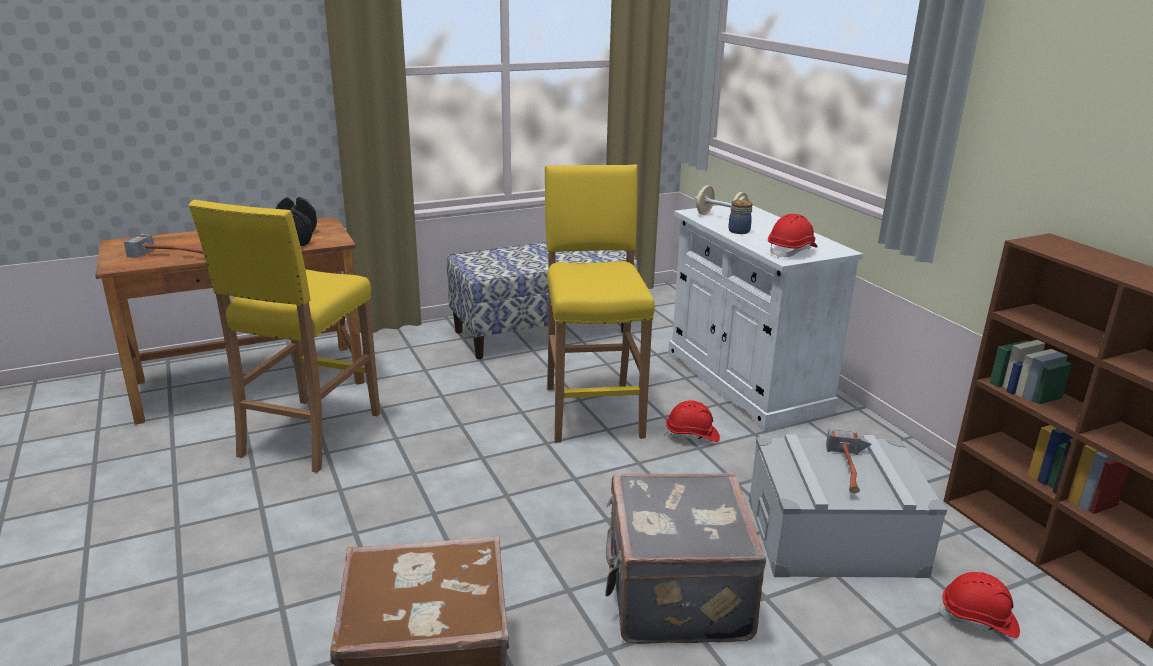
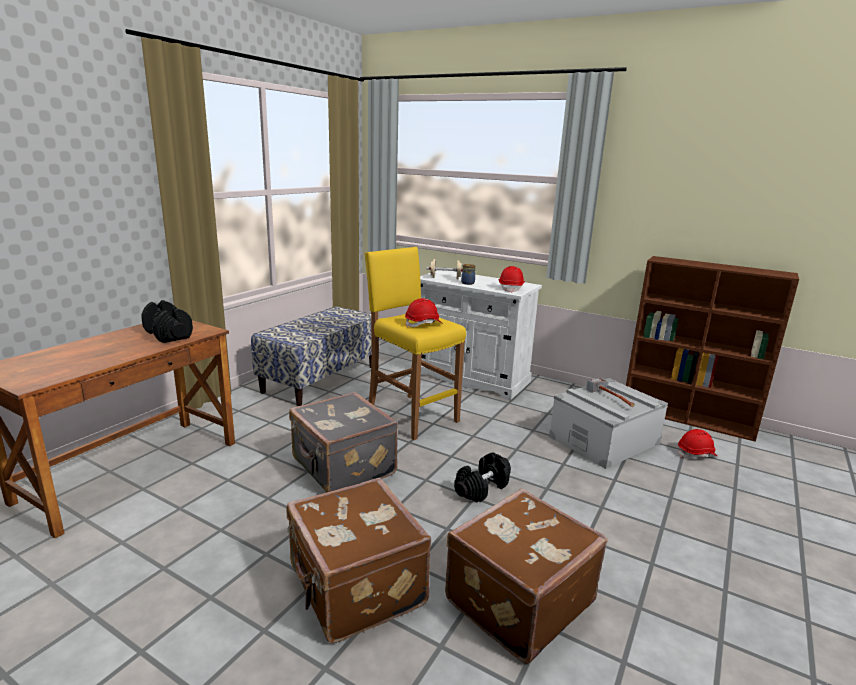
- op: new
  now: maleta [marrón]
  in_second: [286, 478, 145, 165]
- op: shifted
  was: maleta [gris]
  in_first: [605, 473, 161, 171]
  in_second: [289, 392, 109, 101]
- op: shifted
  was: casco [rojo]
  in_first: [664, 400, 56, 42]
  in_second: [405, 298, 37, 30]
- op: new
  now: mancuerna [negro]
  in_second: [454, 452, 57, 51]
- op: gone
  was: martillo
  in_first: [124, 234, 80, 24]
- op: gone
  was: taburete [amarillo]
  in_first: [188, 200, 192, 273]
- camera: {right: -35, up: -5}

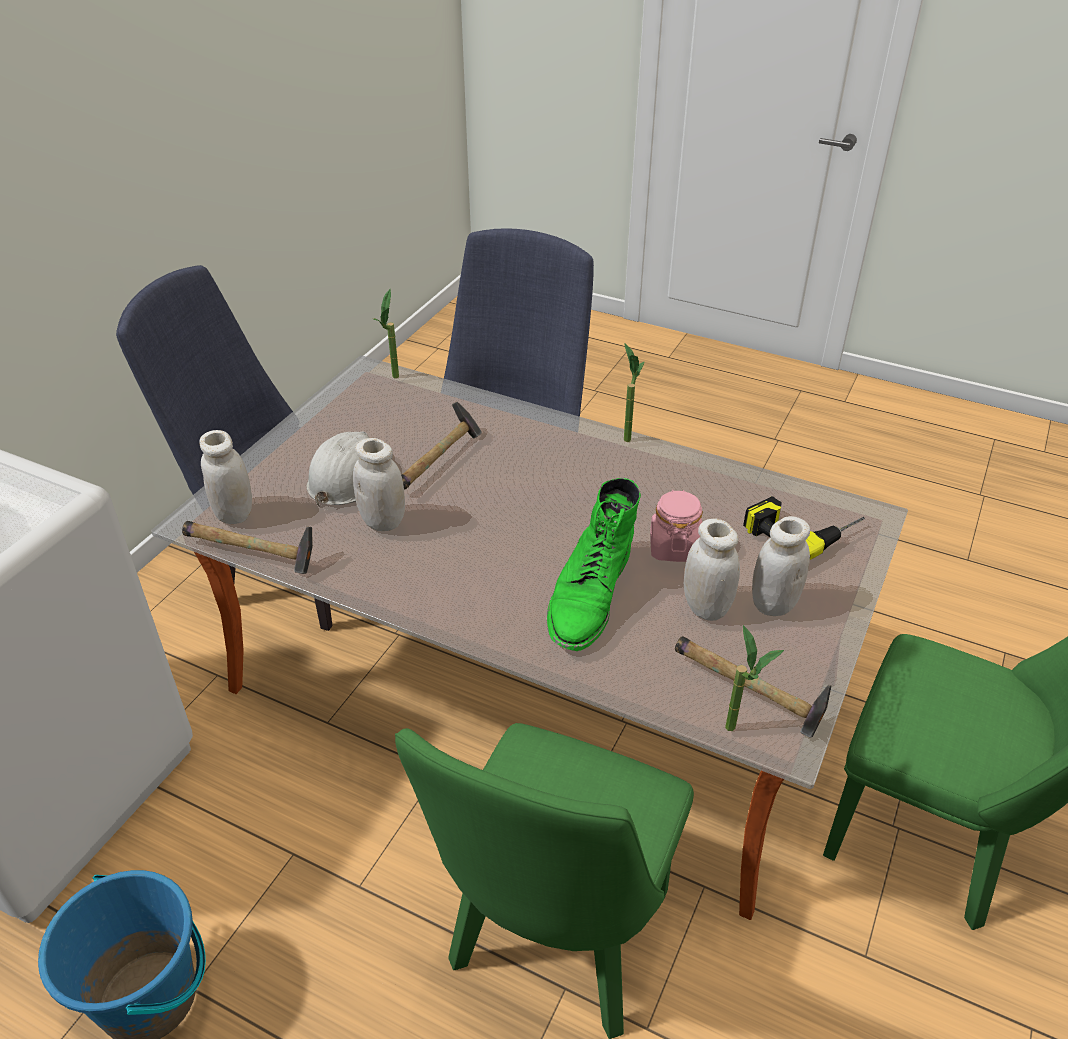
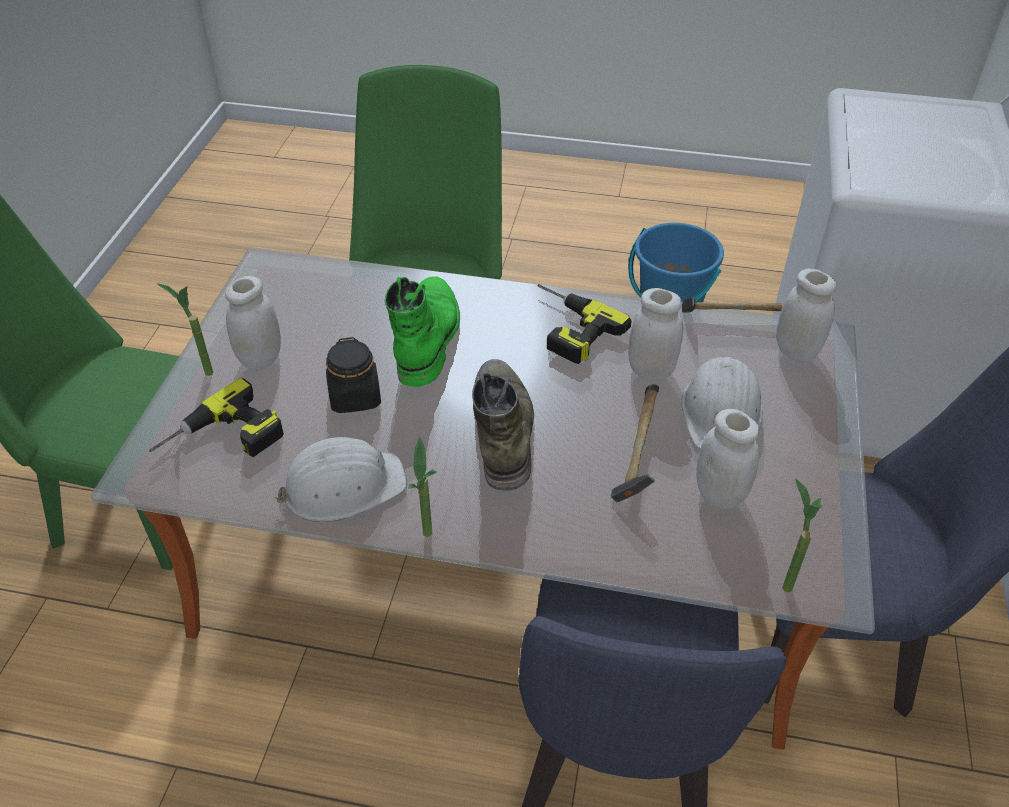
- op: shifted
  was: planta en maceta
  in_first: [725, 625, 59, 106]
  in_second: [156, 283, 57, 93]
- op: new
  now: casco [blanco]
  in_second: [275, 437, 132, 85]
- op: repainted
  was: tarro [rosa]
  now: tarro [negro]
  in_first: [650, 490, 53, 72]
  in_second: [326, 337, 55, 76]
- op: new
  now: bota [verde]
  in_second: [472, 359, 62, 132]
- op: new
  now: taladro
  in_second: [538, 284, 94, 80]
- op: shifted
  was: tarro [blanco]
  in_first: [684, 518, 56, 103]
  in_second: [696, 409, 63, 100]
- op: gone
  was: martillo
  in_first: [675, 636, 157, 102]
- camera: {right: 165, up: 5}

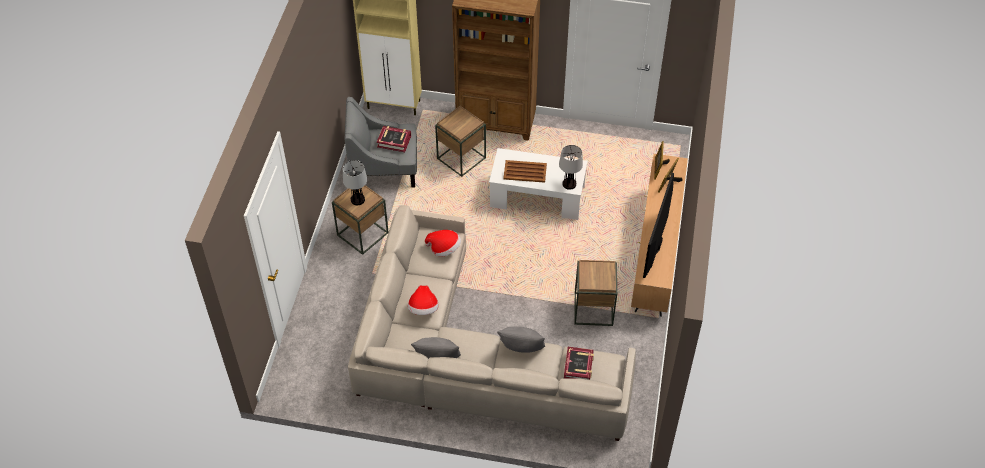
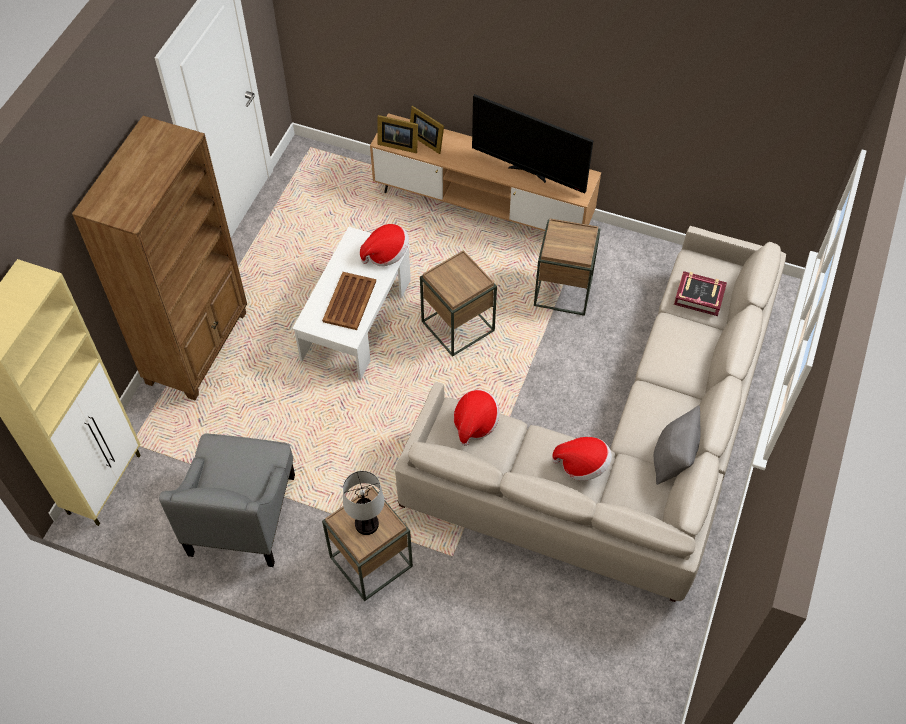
- op: swapped
  was: lámpara de mesa
  now: sombrero
  in_first: [559, 145, 24, 45]
  in_second: [360, 224, 49, 42]
- op: shifted
  was: mesa auxiliar [marrón]
  in_first: [435, 106, 51, 71]
  in_second: [420, 250, 77, 107]
- op: gone
  was: libro
  in_first: [377, 126, 34, 26]
- op: gone
  was: cojín [gris]
  in_first: [497, 327, 48, 26]
- camera: {right: -80, up: 5}

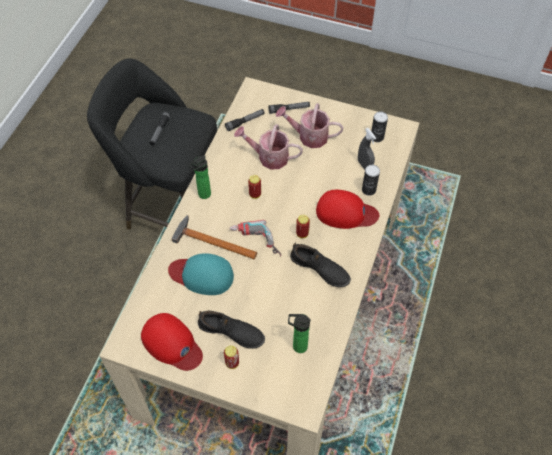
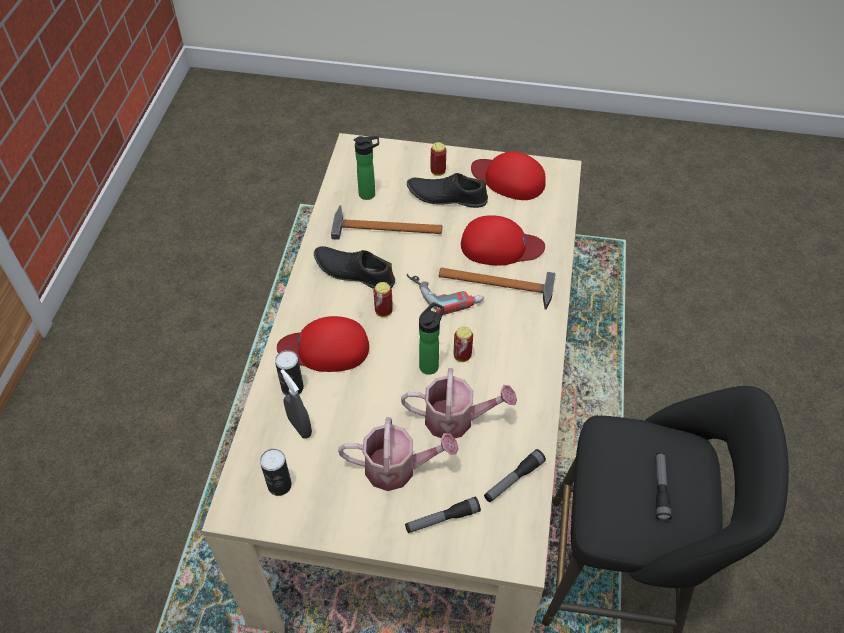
- op: new
  now: martillo
  in_second: [331, 205, 111, 35]
- op: shifted
  was: botella
  in_first: [188, 155, 23, 44]
  in_second: [419, 302, 25, 73]
- op: repainted
  was: gorra [turquesa]
  now: gorra [rojo]
  in_first: [168, 253, 66, 42]
  in_second: [461, 215, 84, 50]
- camera: {right: 170, up: -5}

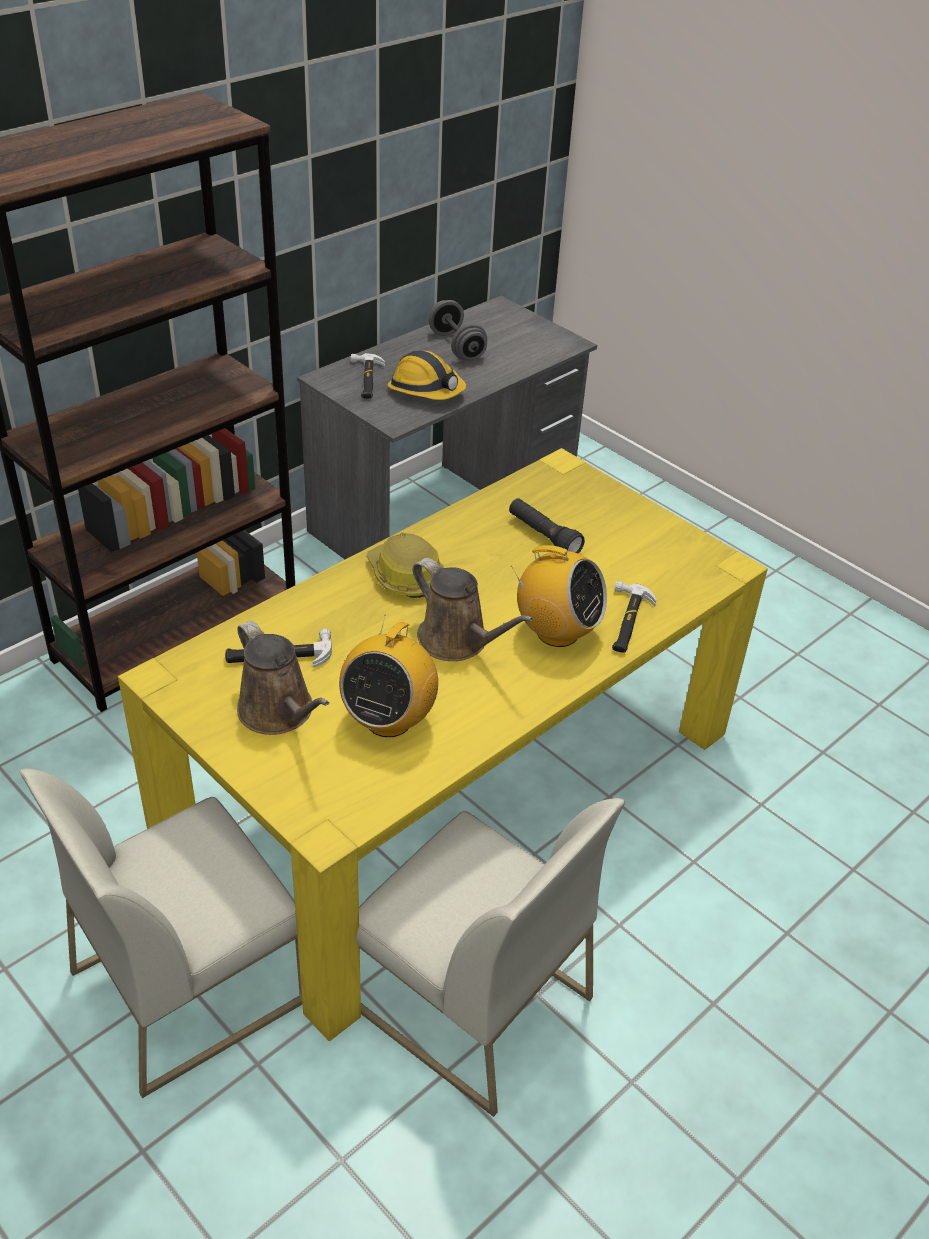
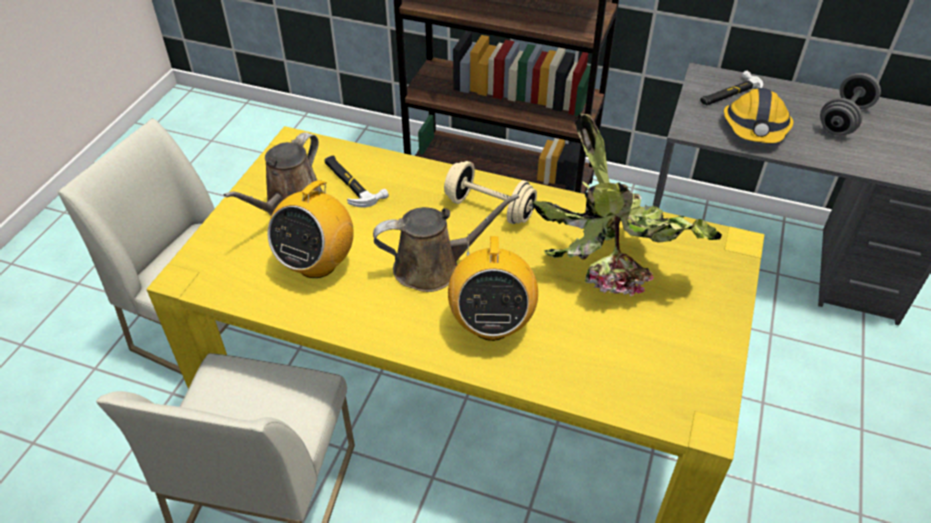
- op: rotated
  was: radio
  in_first: [339, 615, 99, 122]
  in_second: [267, 174, 87, 104]
  clockwise: -60
- op: rotated
  was: regadera [marrón]
  in_first: [412, 558, 121, 103]
  in_second: [373, 194, 146, 98]
  clockwise: -120
- op: swapped
  was: casco
  now: mancuerna [beis]
  in_first: [366, 533, 78, 65]
  in_second: [444, 161, 93, 63]
- op: swapped
  was: linterna [negro]
  now: planta en maceta
  in_first: [509, 498, 76, 55]
  in_second: [533, 114, 189, 182]
- op: gone
  was: martillo
  in_first: [612, 581, 44, 72]
- camera: {right: 65, up: 5}

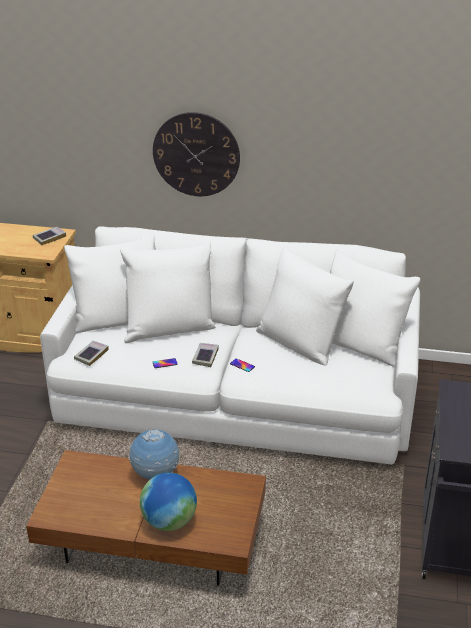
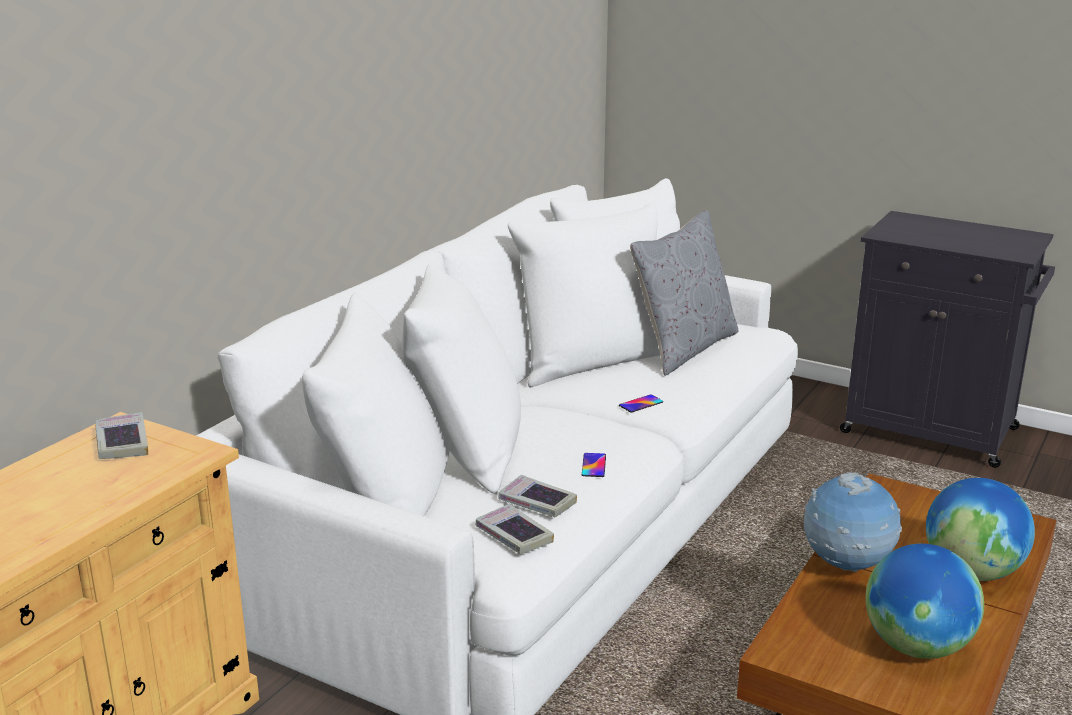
- op: shifted
  was: libro
  in_first: [192, 343, 27, 24]
  in_second: [498, 475, 79, 42]
- op: new
  now: cojín [gris]
  in_second: [630, 211, 108, 165]
- op: new
  now: globo terráqueo
  in_second: [866, 544, 118, 115]
- op: gone
  was: reloj de pared
  in_first: [153, 112, 87, 84]
- camera: {right: -70, up: -10}

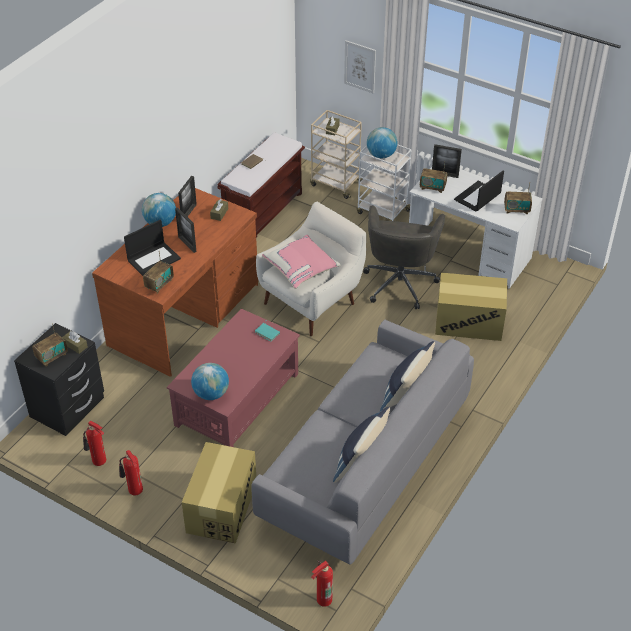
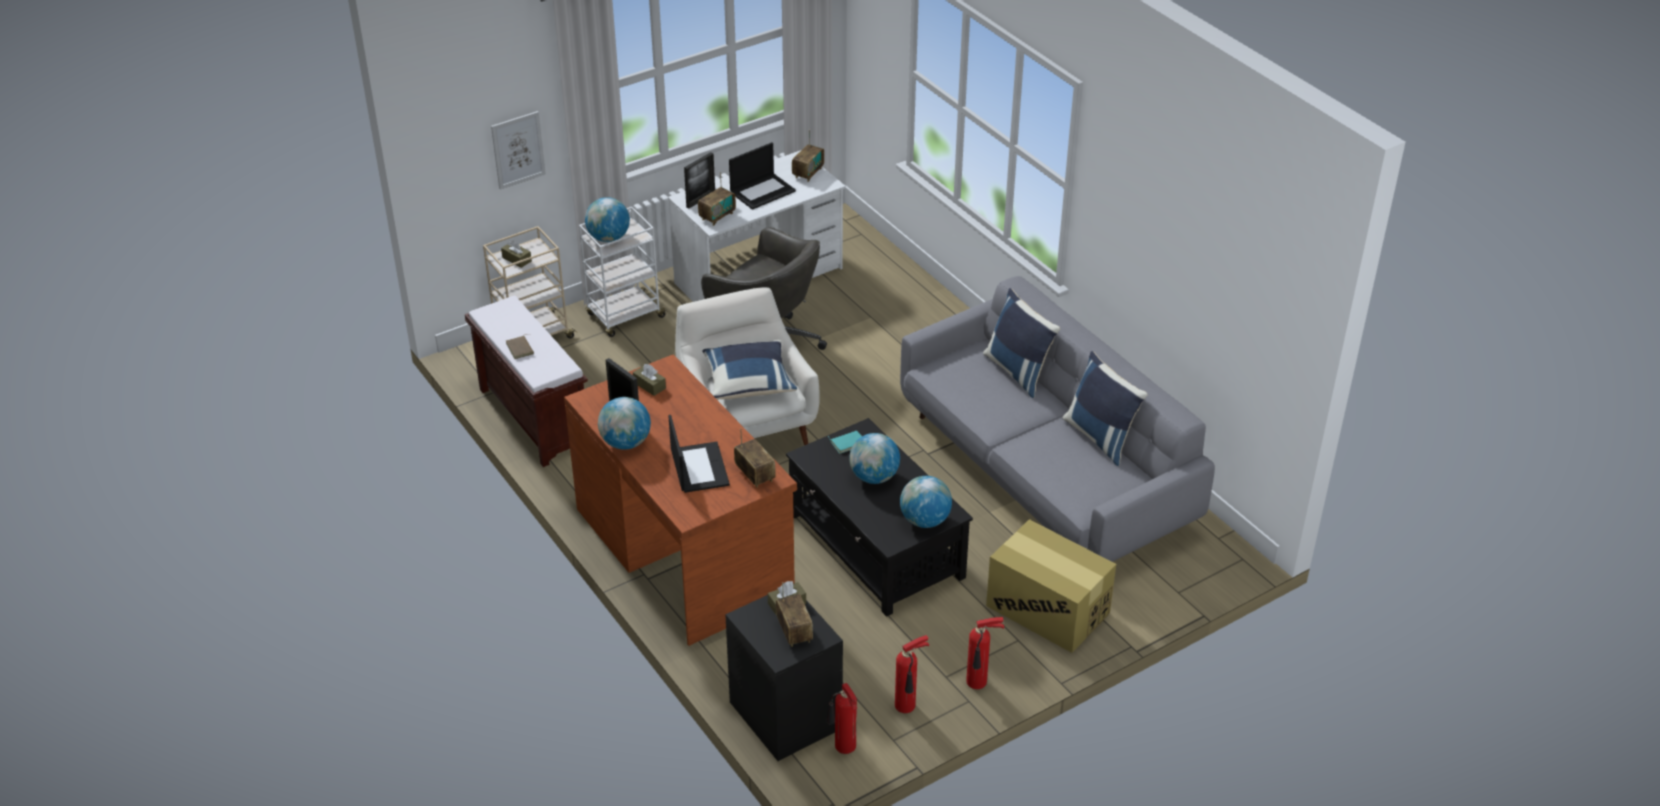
- op: repainted
  was: cojín [rosa]
  now: cojín [azul]
  in_first: [262, 235, 78, 54]
  in_second: [702, 340, 95, 60]
- op: rotated
  was: portátil
  in_first: [454, 171, 50, 40]
  in_second: [729, 142, 67, 68]
  clockwise: -105
- op: repainted
  was: mesa de centro [rojo]
  now: mesa de centro [negro]
  in_first: [167, 309, 133, 138]
  in_second: [786, 418, 187, 199]
- op: shifted
  was: extintor
  in_first: [311, 561, 22, 46]
  in_second: [826, 683, 31, 71]
- op: new
  now: globo terráqueo
  in_second: [849, 433, 51, 51]
- op: gone
  was: portarretratos
  in_first: [175, 207, 22, 46]
- op: gone
  was: caja de cartón
  in_first: [435, 273, 72, 68]
- camera: {right: -65, up: -5}

